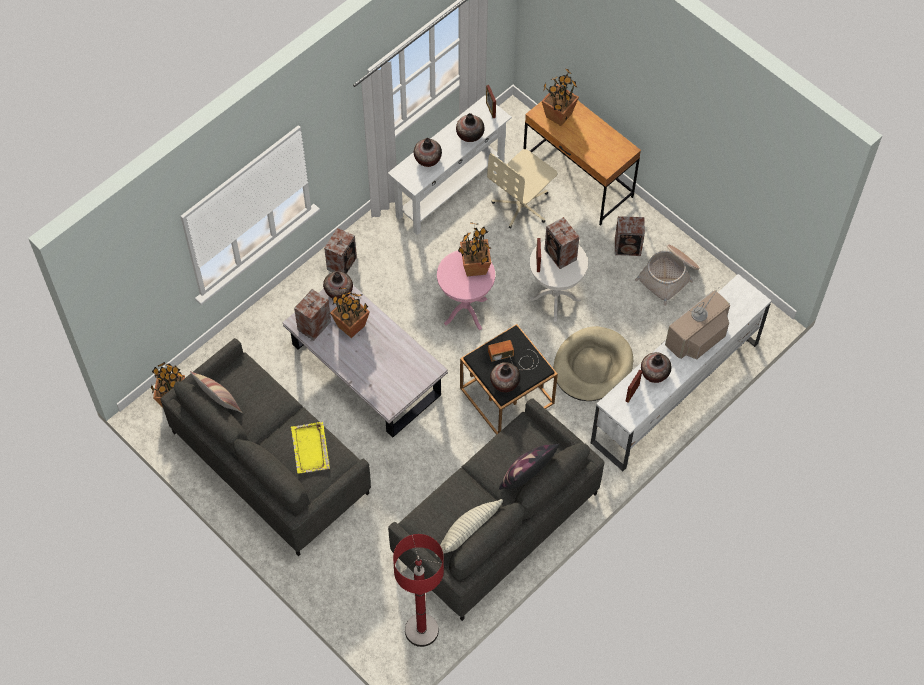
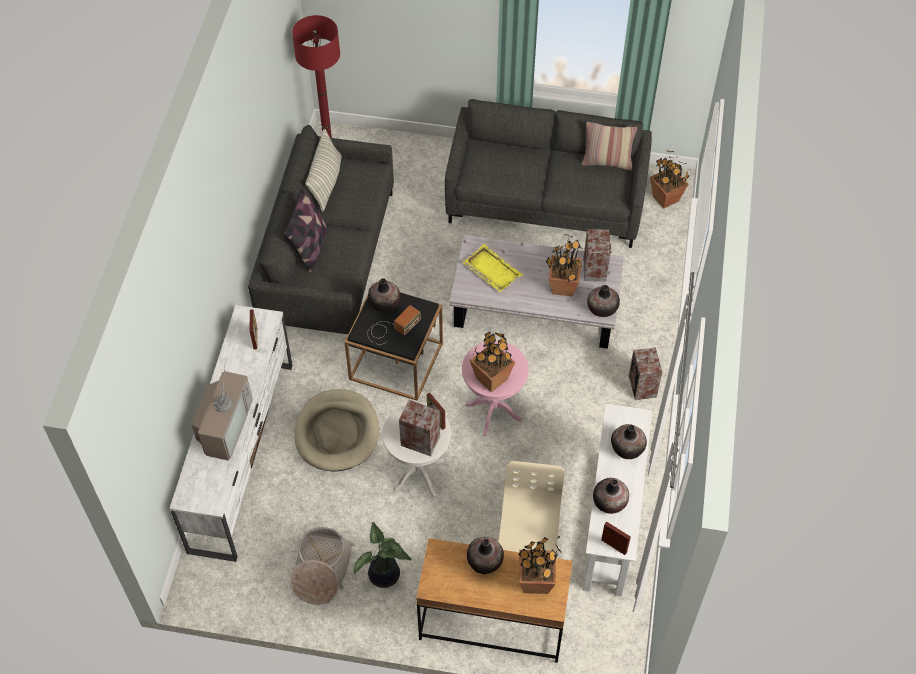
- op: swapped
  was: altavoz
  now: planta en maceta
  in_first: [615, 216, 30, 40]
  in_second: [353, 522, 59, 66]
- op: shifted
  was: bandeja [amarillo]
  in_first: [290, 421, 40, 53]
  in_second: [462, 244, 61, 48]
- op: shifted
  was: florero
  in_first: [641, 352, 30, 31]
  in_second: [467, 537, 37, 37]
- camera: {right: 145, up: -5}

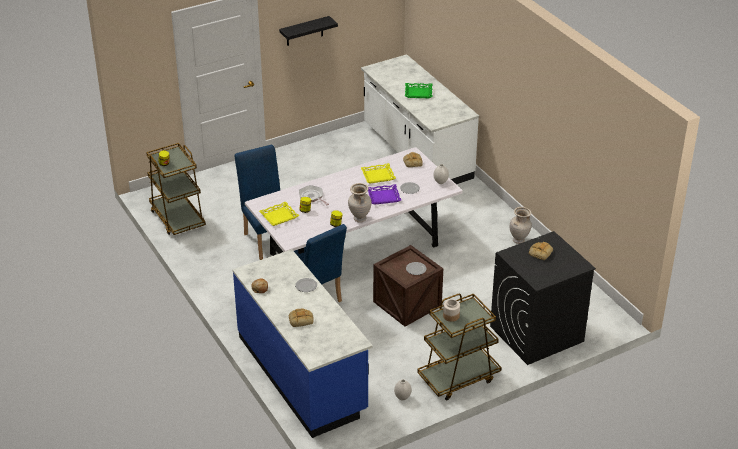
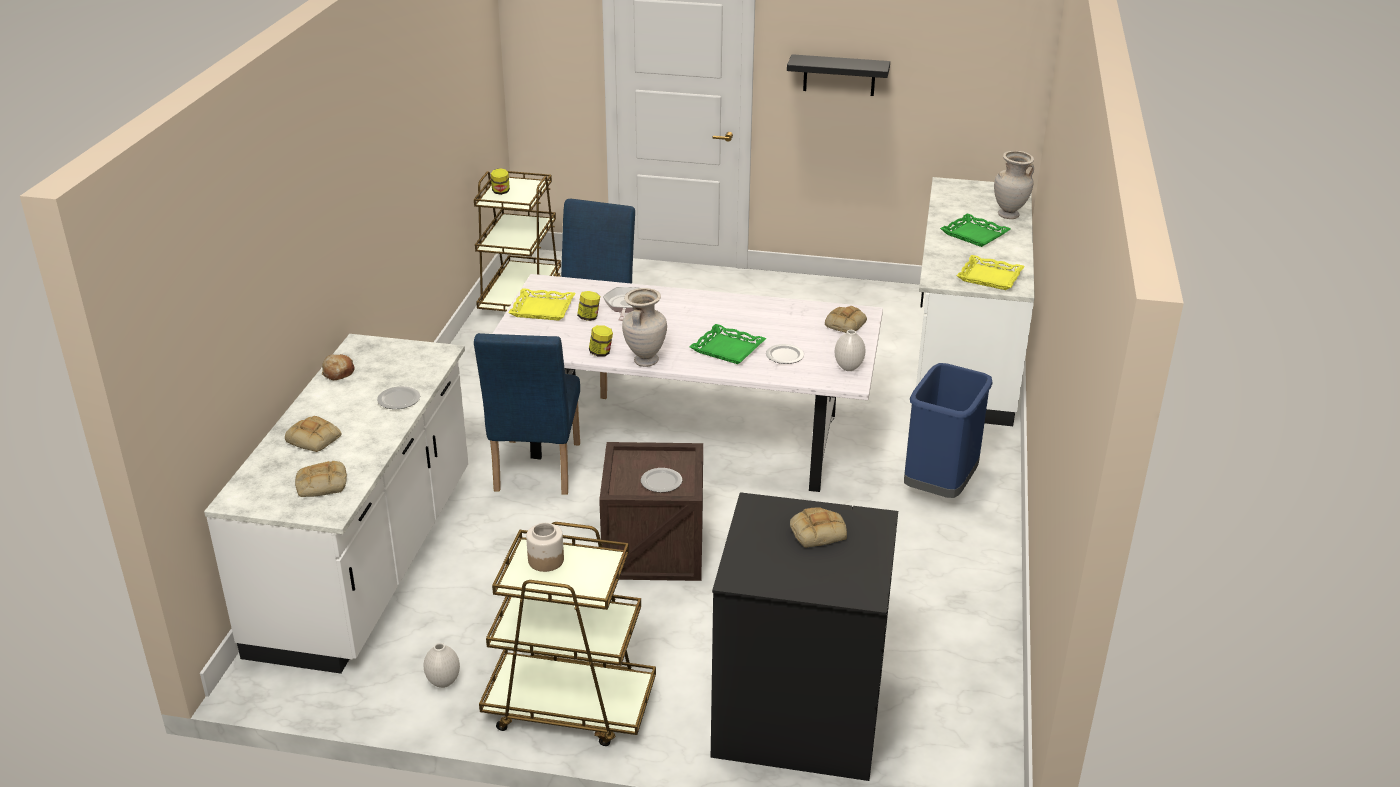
- op: repainted
  was: mueble bajo de cocina [azul]
  now: mueble bajo de cocina [blanco]
  in_first: [233, 249, 140, 189]
  in_second: [204, 334, 265, 340]
- op: new
  now: pan
  in_second: [295, 461, 52, 36]
- op: repainted
  was: bandeja [morado]
  now: bandeja [verde]
  in_first: [368, 184, 33, 21]
  in_second: [689, 324, 78, 40]
- op: new
  now: papelera [azul]
  in_second: [904, 363, 89, 135]
- op: shifted
  was: bandeja [amarillo]
  in_first: [361, 163, 35, 21]
  in_second: [957, 255, 68, 35]
- op: shifted
  was: florero [beis]
  in_first: [509, 207, 23, 37]
  in_second: [994, 151, 40, 68]
- camera: {right: 40, up: -5}

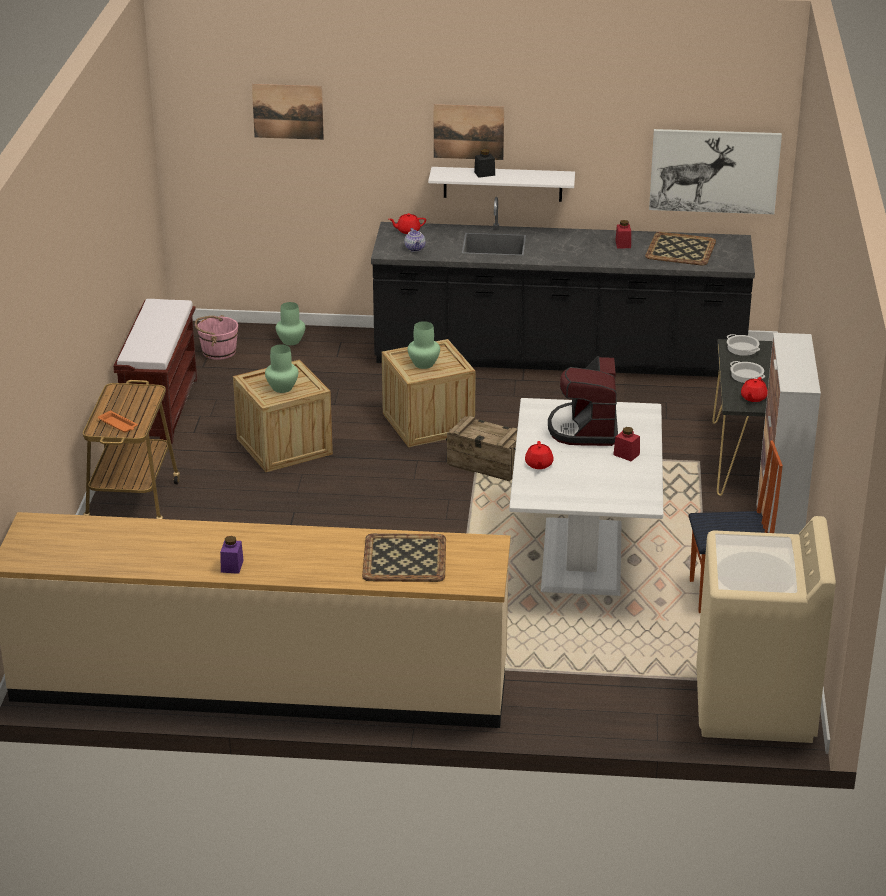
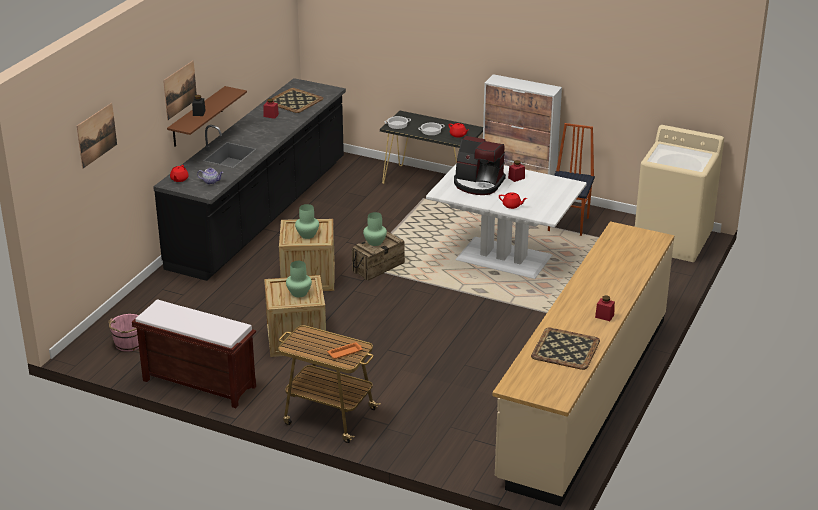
- op: repainted
  was: estante [blanco]
  now: estante [marrón]
  in_first: [428, 167, 147, 35]
  in_second: [167, 86, 80, 61]
- op: shifted
  was: florero [verde]
  in_first: [276, 302, 29, 43]
  in_second: [363, 212, 24, 34]
- op: shifted
  was: bandeja
  in_first: [362, 533, 84, 49]
  in_second: [531, 328, 69, 42]
- op: repainted
  was: tarro [morado]
  now: tarro [rojo]
  in_first: [220, 536, 24, 38]
  in_second: [595, 296, 20, 25]
- op: gone
  was: cuadro
  in_first: [649, 129, 133, 85]
- camera: {right: -70, up: 0}

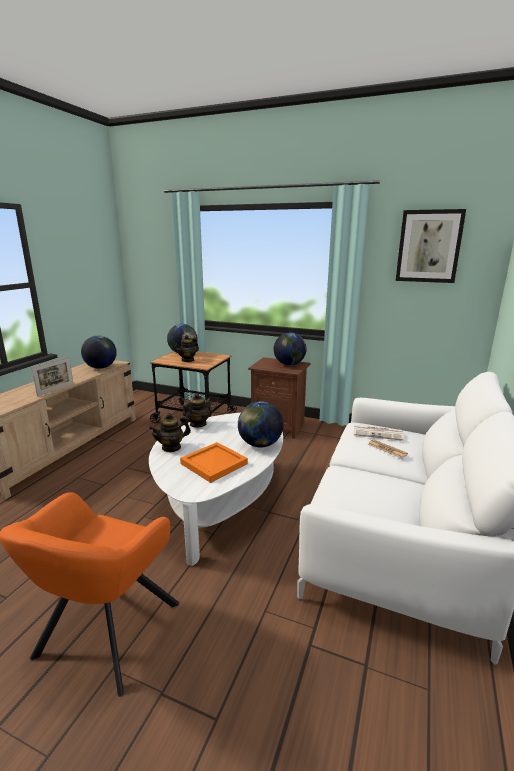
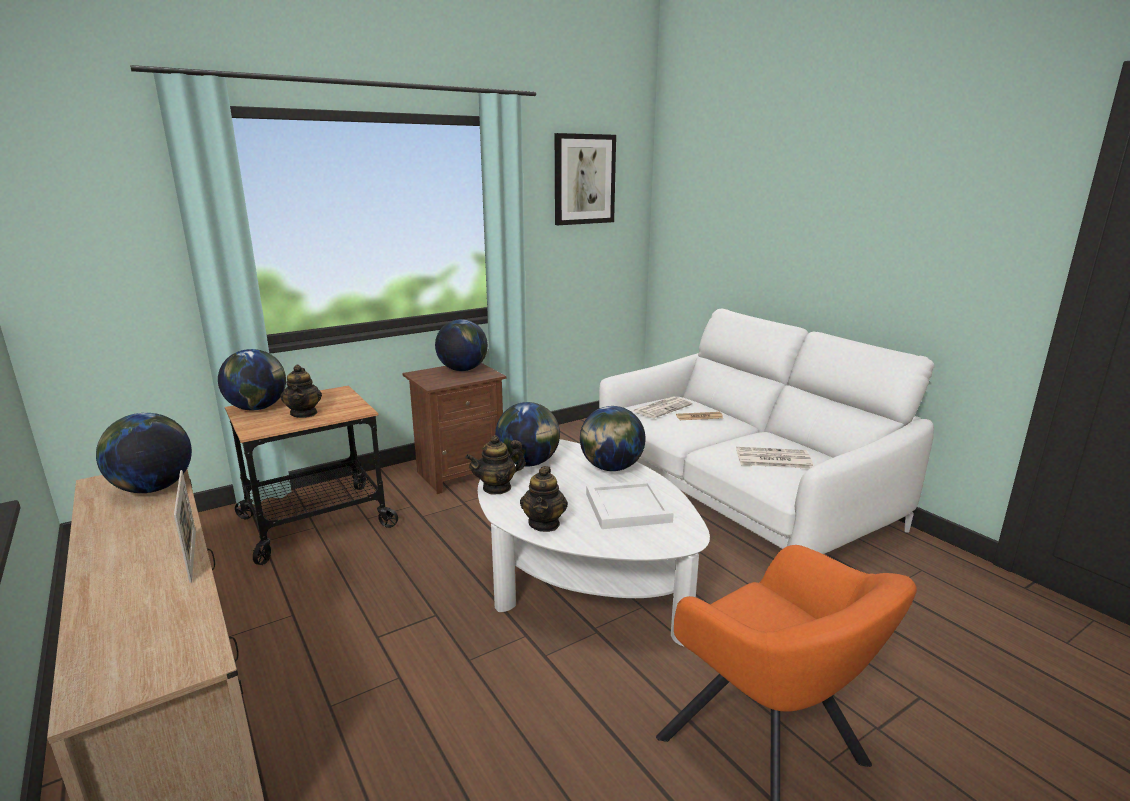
- op: rotated
  was: tetera
  in_first: [183, 393, 29, 35]
  in_second: [466, 435, 60, 60]
  clockwise: -105
- op: new
  now: globo terráqueo
  in_second: [495, 402, 65, 65]
- op: repainted
  was: bandeja [naranja]
  now: bandeja [blanco]
  in_first: [180, 442, 68, 41]
  in_second: [586, 480, 88, 49]
- op: new
  now: periódico
  in_second: [736, 447, 77, 22]
- camera: {right: -55, up: 0}

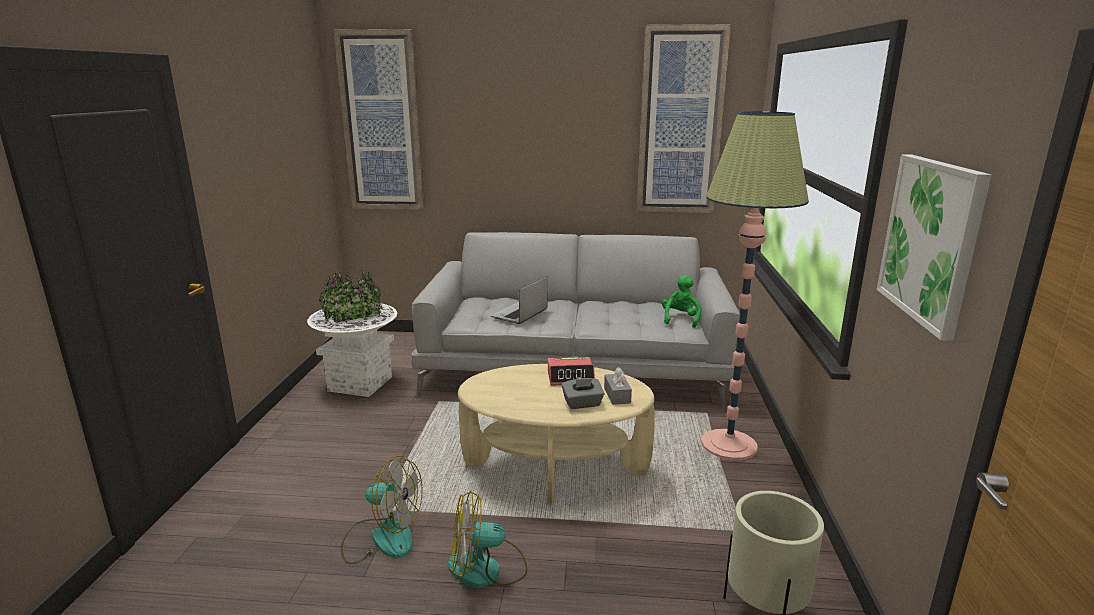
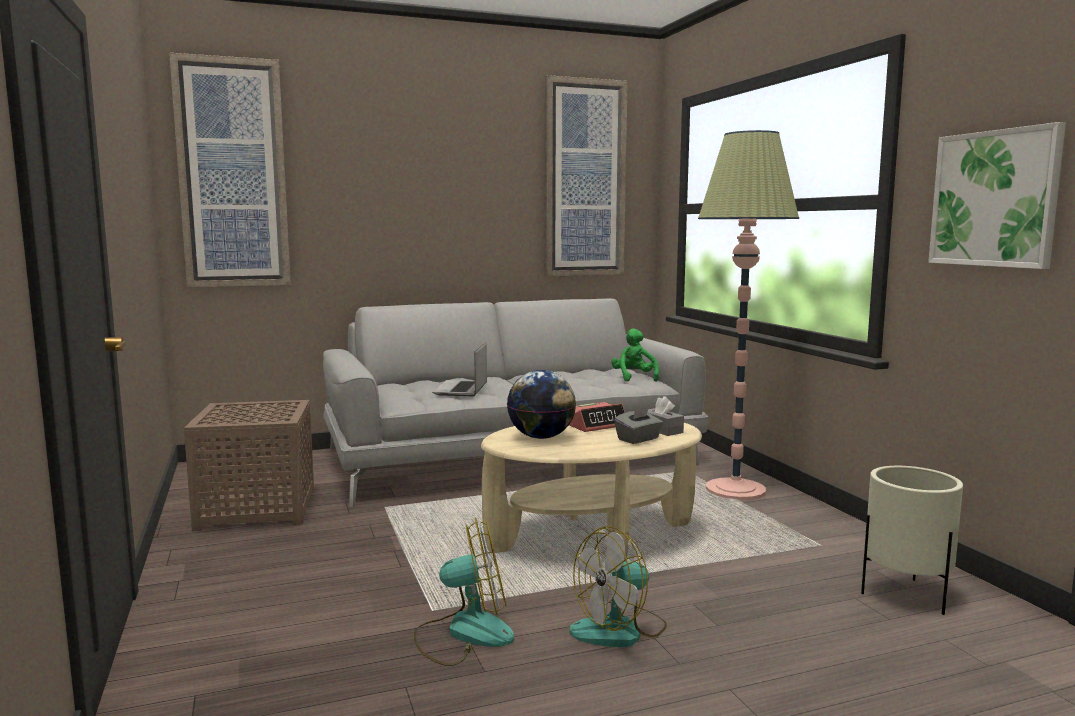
- op: swapped
  was: maceta [blanco]
  now: mesa auxiliar [marrón]
  in_first: [307, 270, 90, 127]
  in_second: [184, 400, 130, 131]
- op: new
  now: globo terráqueo
  in_second: [507, 370, 69, 69]
- camera: {right: -25, up: -10}

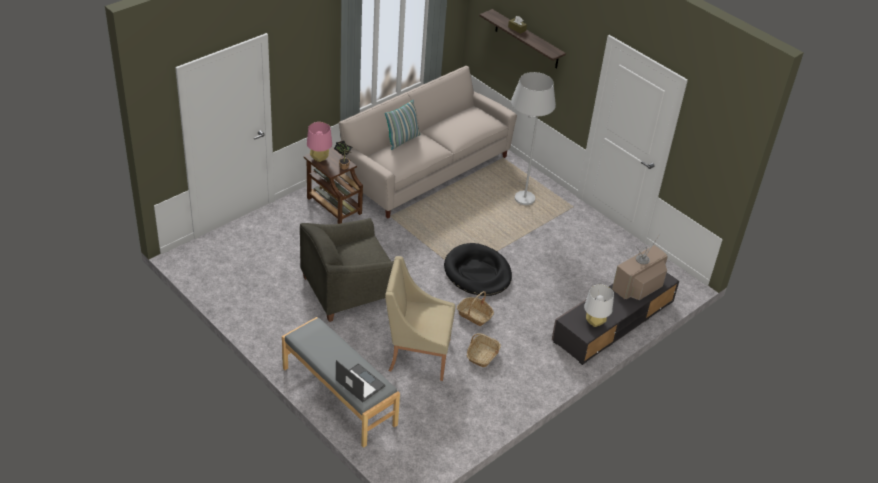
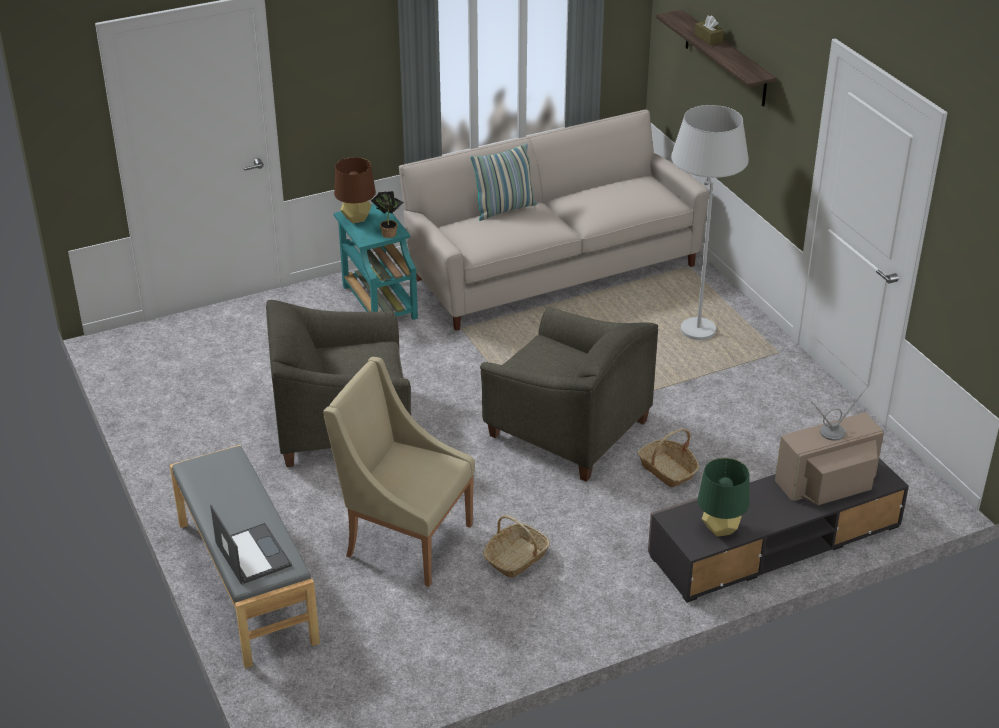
- op: repainted
  was: lámpara de mesa [rosa]
  now: lámpara de mesa [marrón]
  in_first: [307, 122, 25, 40]
  in_second: [334, 157, 42, 66]
- op: repainted
  was: mesa auxiliar [marrón]
  now: mesa auxiliar [turquesa]
  in_first: [303, 146, 60, 78]
  in_second: [334, 204, 84, 116]
- op: swapped
  was: cama para perro [negro]
  now: sillón [gris]
  in_first: [444, 243, 68, 53]
  in_second: [480, 307, 178, 175]
- op: shifted
  was: cesta
  in_first: [457, 291, 37, 35]
  in_second: [637, 428, 62, 59]
- op: repainted
  was: lámpara de mesa [blanco]
  now: lámpara de mesa [verde]
  in_first: [584, 284, 30, 43]
  in_second: [698, 458, 51, 79]
- camera: {right: 20, up: -5}

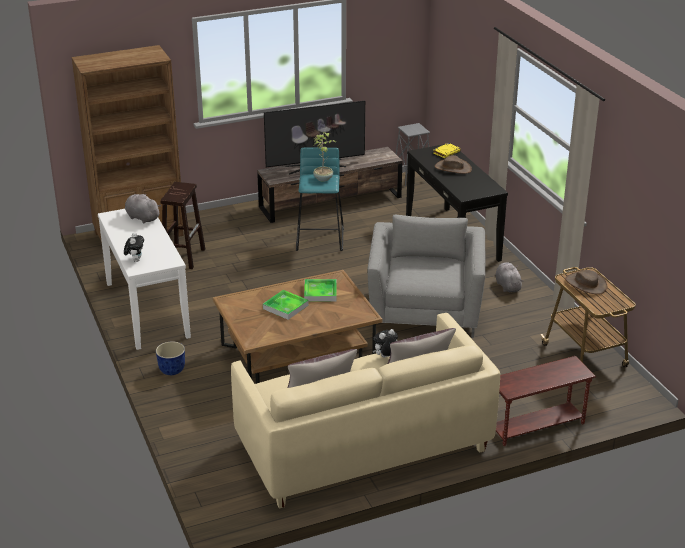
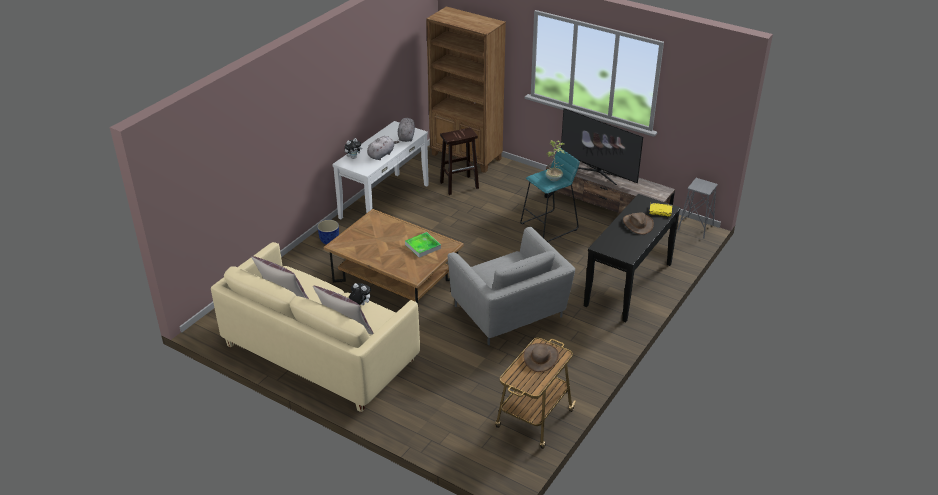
- op: shifted
  was: peluche [gris]
  in_first: [495, 262, 29, 30]
  in_second: [367, 136, 32, 24]
- op: rotated
  was: sillón [gris]
  in_first: [367, 215, 119, 123]
  in_second: [448, 227, 127, 118]
  clockwise: 90
- op: gone
  was: bandeja
  in_first: [263, 290, 46, 30]
- op: gone
  was: mesa auxiliar [marrón]
  in_first: [496, 356, 100, 90]
- camera: {right: 55, up: 5}

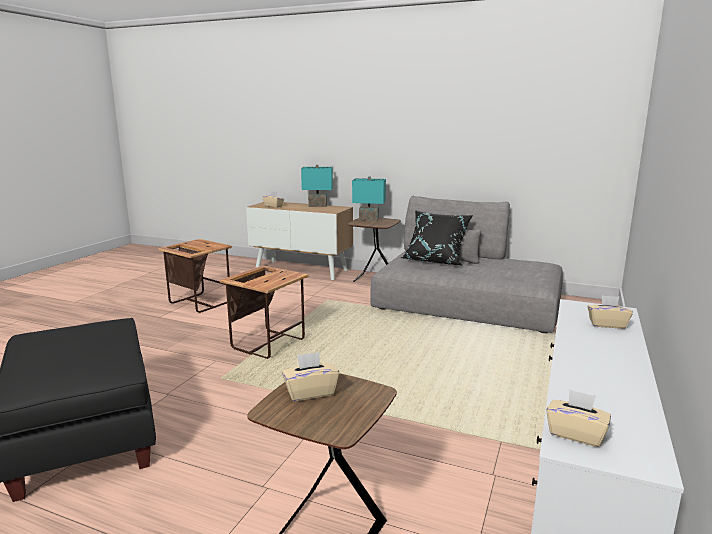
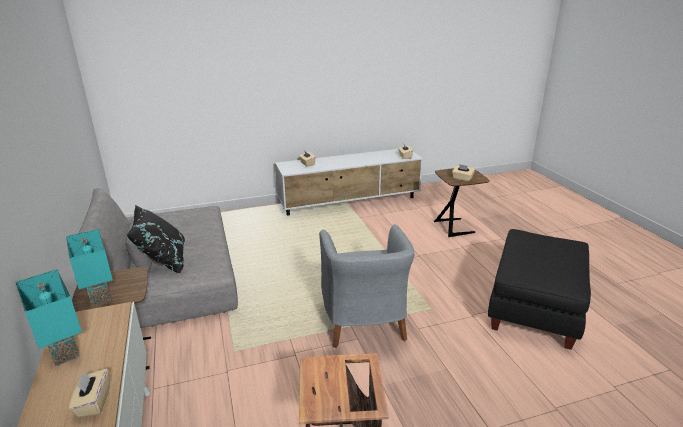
- op: swapped
  was: mesa auxiliar
  now: sillón [gris]
  in_first: [220, 265, 88, 94]
  in_second: [319, 224, 96, 124]
- camera: {right: -130, up: 10}

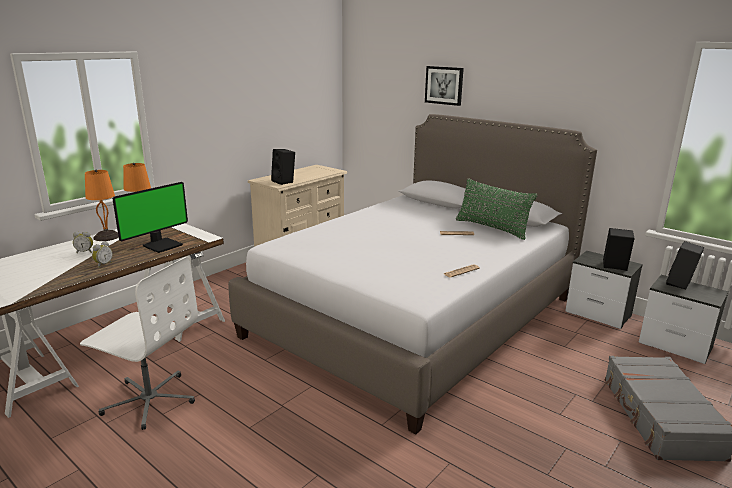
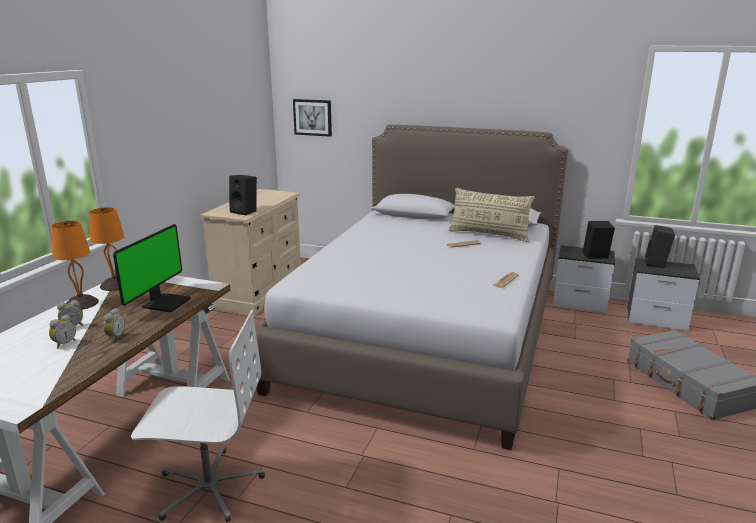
- op: new
  now: despertador
  in_second: [49, 314, 27, 35]
- op: shifted
  was: cuadro
  in_first: [425, 66, 39, 40]
  in_second: [293, 99, 39, 38]
- op: repainted
  was: cojín [verde]
  now: cojín [beis]
  in_first: [456, 178, 81, 62]
  in_second: [449, 188, 86, 54]
- camera: {right: -20, up: 0}

